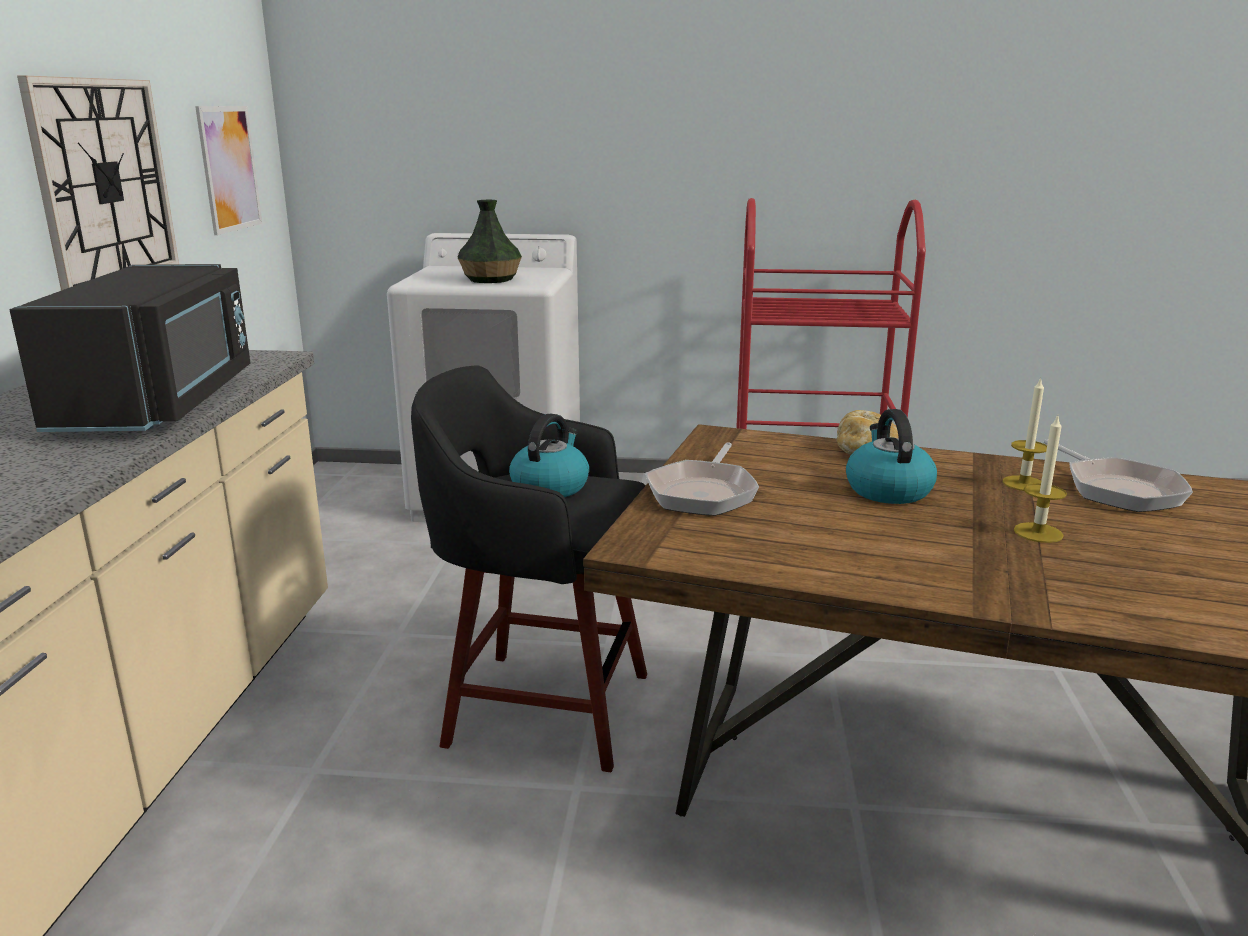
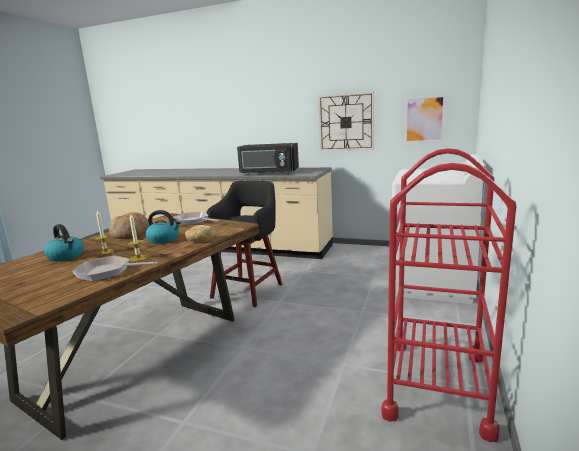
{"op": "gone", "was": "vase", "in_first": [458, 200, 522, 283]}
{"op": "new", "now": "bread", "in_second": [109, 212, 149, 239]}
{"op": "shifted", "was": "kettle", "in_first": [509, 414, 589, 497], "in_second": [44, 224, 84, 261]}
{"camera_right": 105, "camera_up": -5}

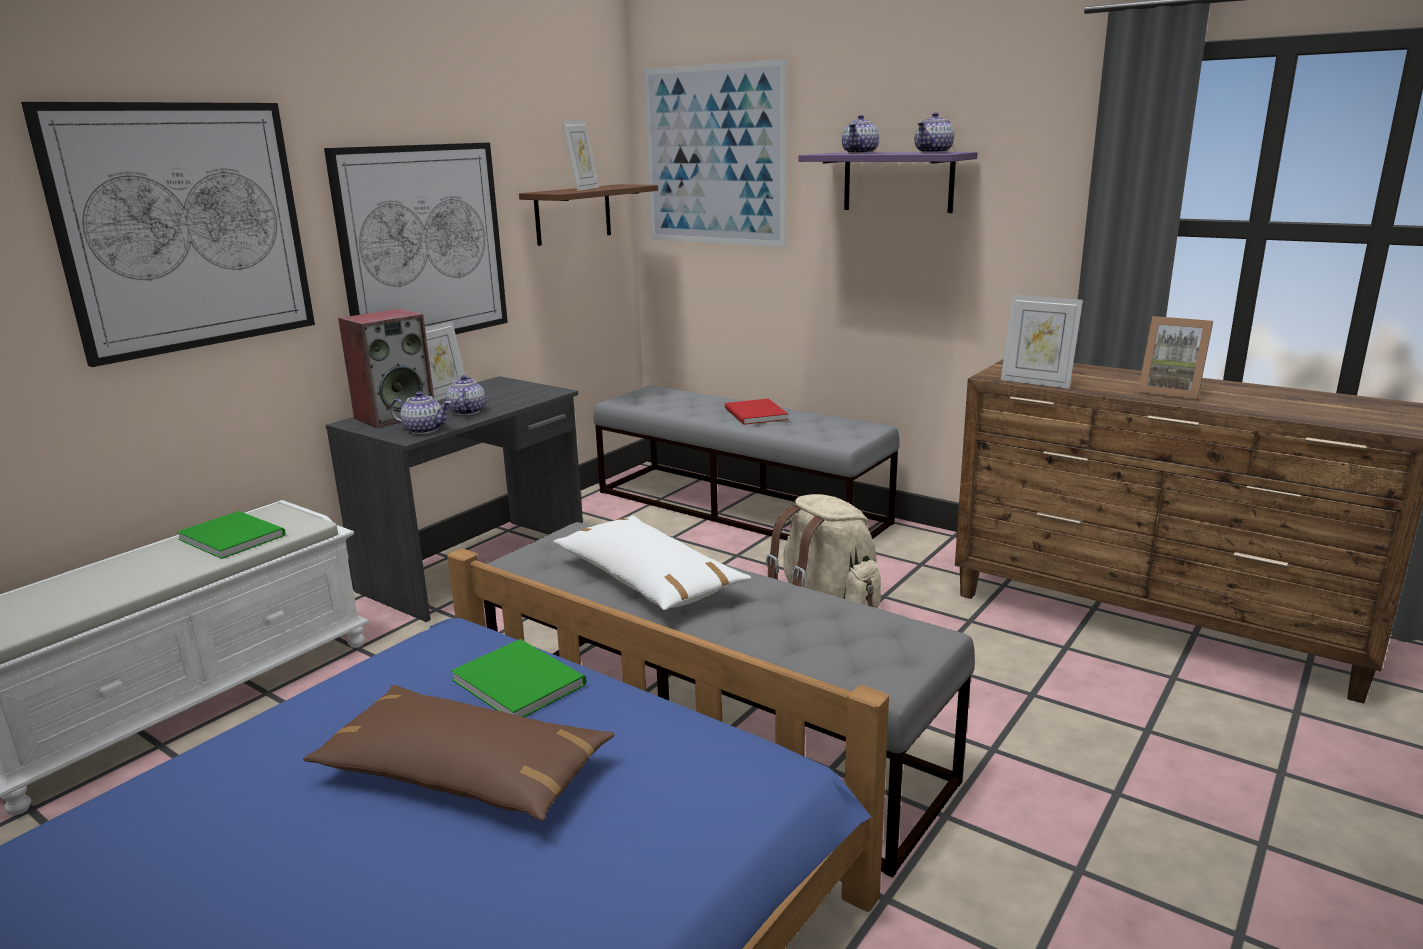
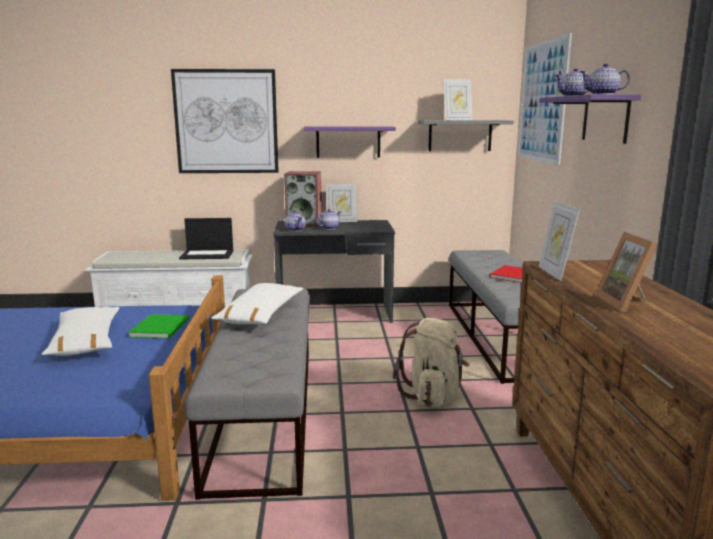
{"op": "swapped", "was": "book (green)", "now": "laptop", "in_first": [177, 511, 286, 559], "in_second": [179, 218, 233, 259]}
{"op": "swapped", "was": "picture", "now": "shelf (purple)", "in_first": [324, 142, 508, 334], "in_second": [304, 126, 396, 158]}
{"op": "repainted", "was": "pillow (brown)", "now": "pillow (white)", "in_first": [303, 685, 615, 820], "in_second": [42, 307, 119, 356]}
{"op": "repainted", "was": "shelf (brown)", "now": "shelf (grey)", "in_first": [519, 184, 658, 246], "in_second": [418, 120, 513, 151]}
{"camera_right": 50, "camera_up": -5}

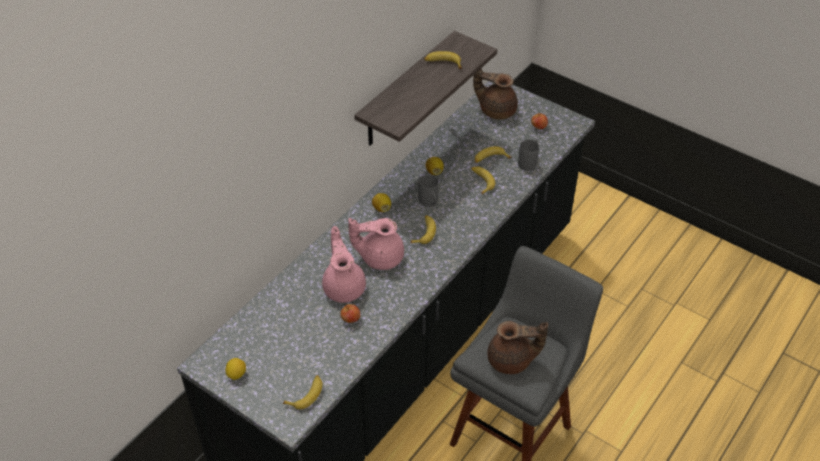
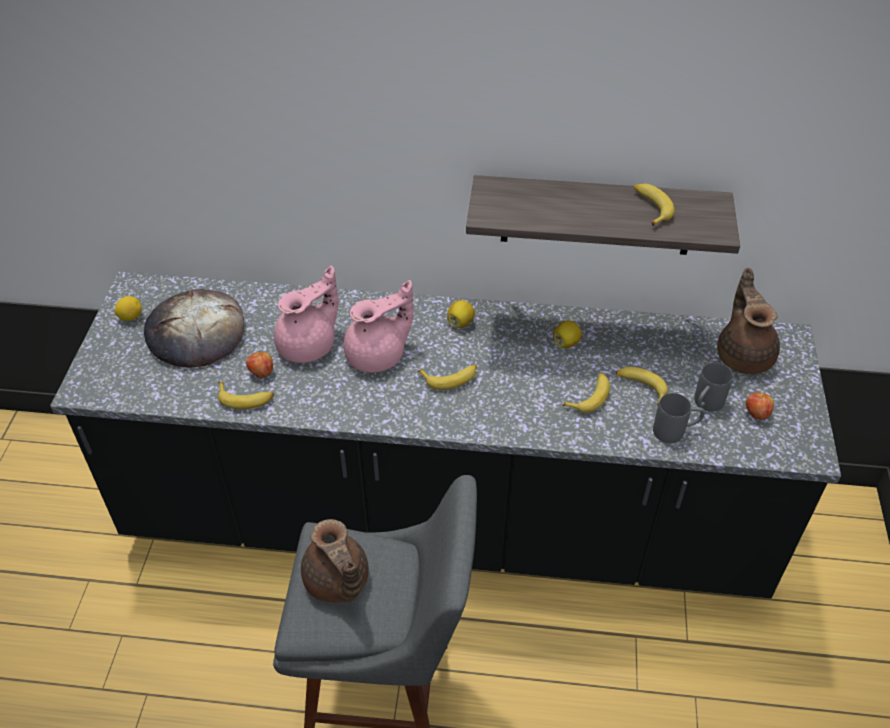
{"op": "new", "now": "bread", "in_second": [144, 289, 244, 368]}
{"op": "shifted", "was": "banana", "in_first": [283, 375, 322, 410], "in_second": [218, 382, 274, 409]}
{"op": "shifted", "was": "mug (grey)", "in_first": [418, 175, 439, 207], "in_second": [694, 362, 733, 412]}
{"op": "rotated", "was": "teapot (pink)", "in_first": [348, 218, 404, 270], "in_second": [343, 280, 414, 373], "clockwise": 90}
{"camera_right": 60, "camera_up": 0}

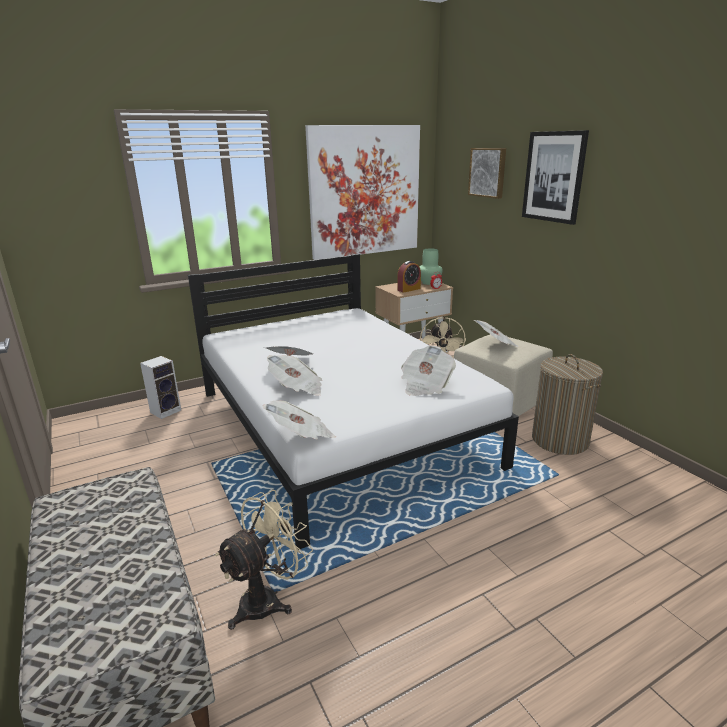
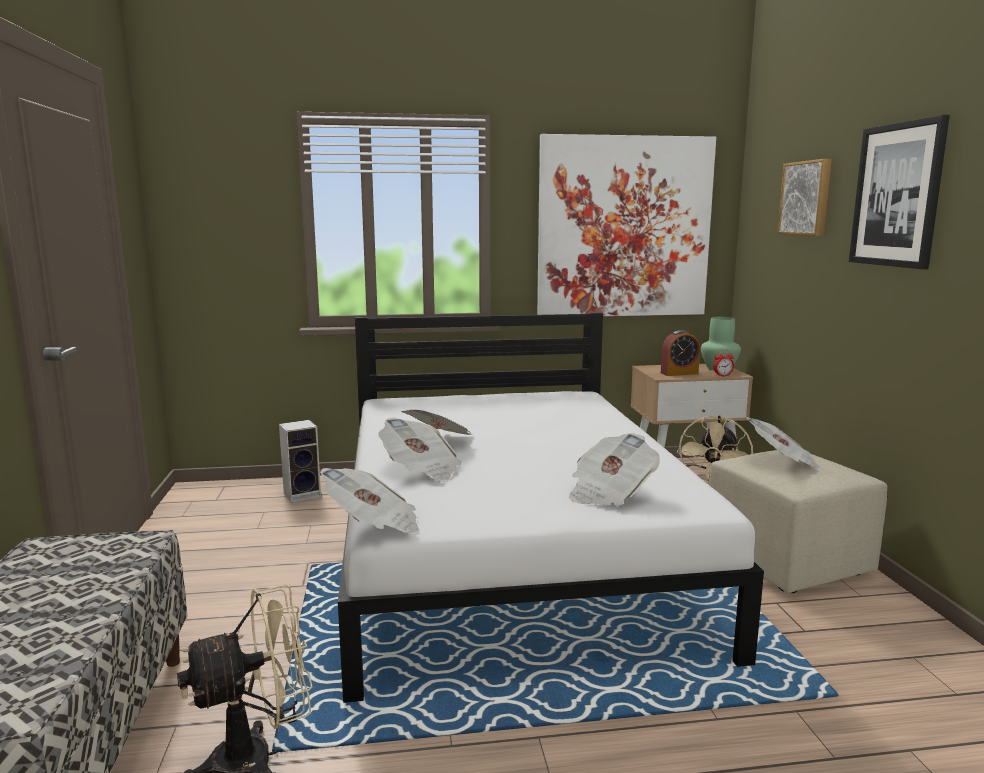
{"op": "gone", "was": "laundry basket", "in_first": [532, 354, 603, 455]}
{"camera_right": 20, "camera_up": -10}

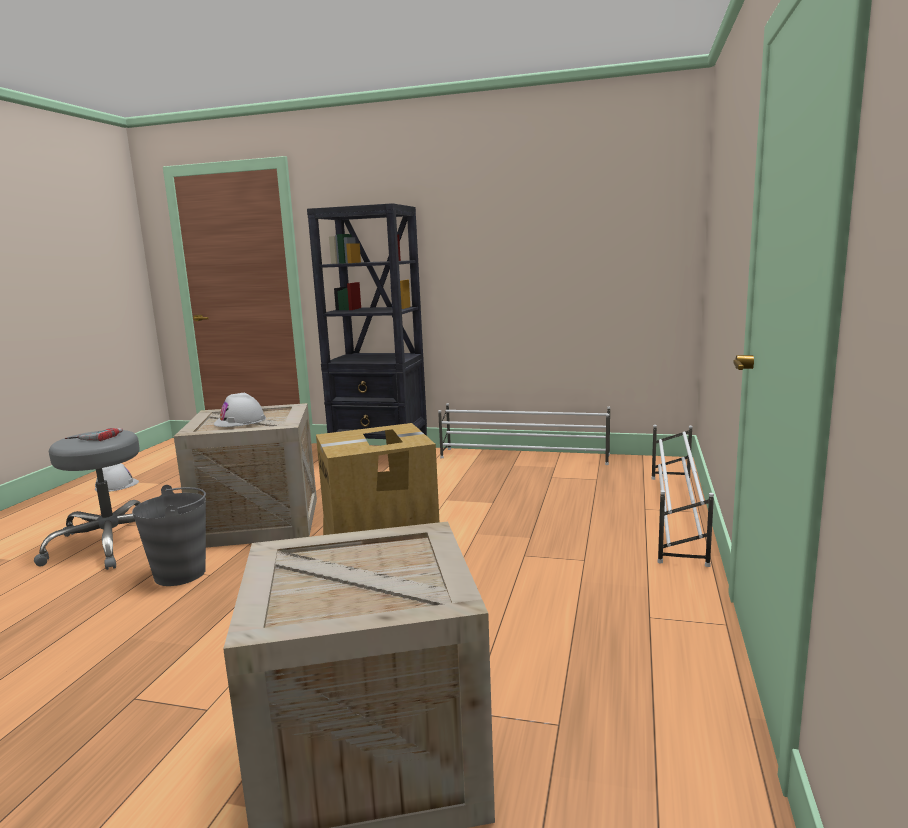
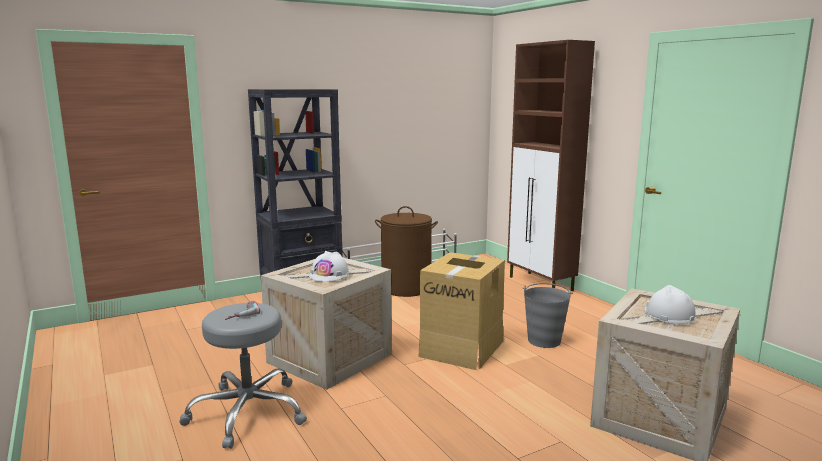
{"op": "new", "now": "laundry basket (brown)", "in_second": [375, 206, 438, 297]}
{"op": "shifted", "was": "hard hat (white)", "in_first": [95, 463, 139, 492], "in_second": [644, 285, 696, 324]}
{"op": "shifted", "was": "bucket (grey)", "in_first": [132, 485, 206, 586], "in_second": [522, 283, 573, 348]}
{"op": "swapped", "was": "shoe rack (white)", "now": "cabinet (brown)", "in_first": [651, 425, 714, 567], "in_second": [507, 40, 595, 291]}
{"camera_right": -45, "camera_up": 0}

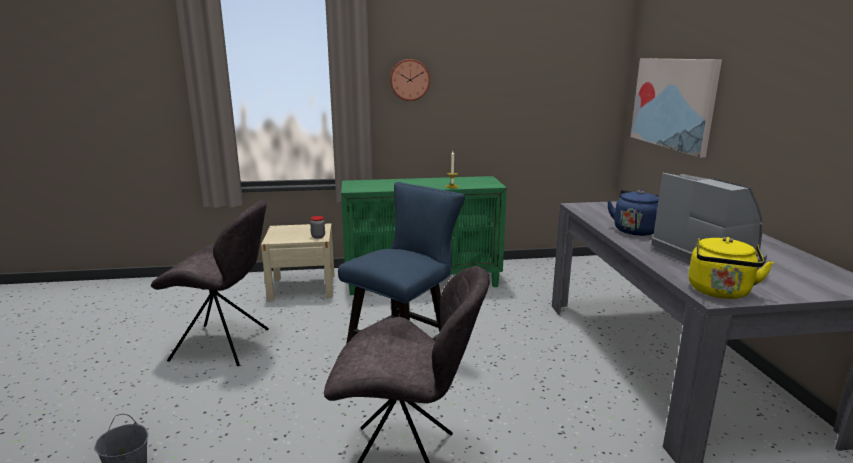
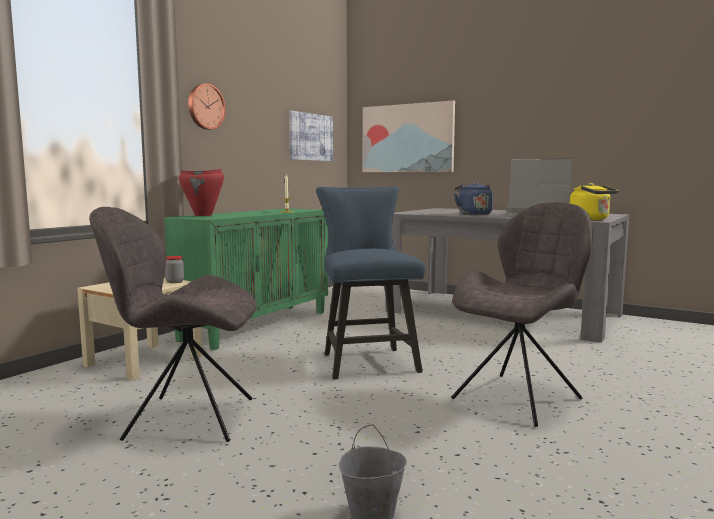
{"op": "new", "now": "cooking pot (red)", "in_second": [179, 169, 224, 216]}
{"op": "new", "now": "picture", "in_second": [289, 111, 333, 161]}
{"op": "rotated", "was": "chair (grey)", "in_first": [151, 200, 269, 366], "in_second": [89, 207, 257, 442], "clockwise": -135}
{"camera_right": -50, "camera_up": -10}

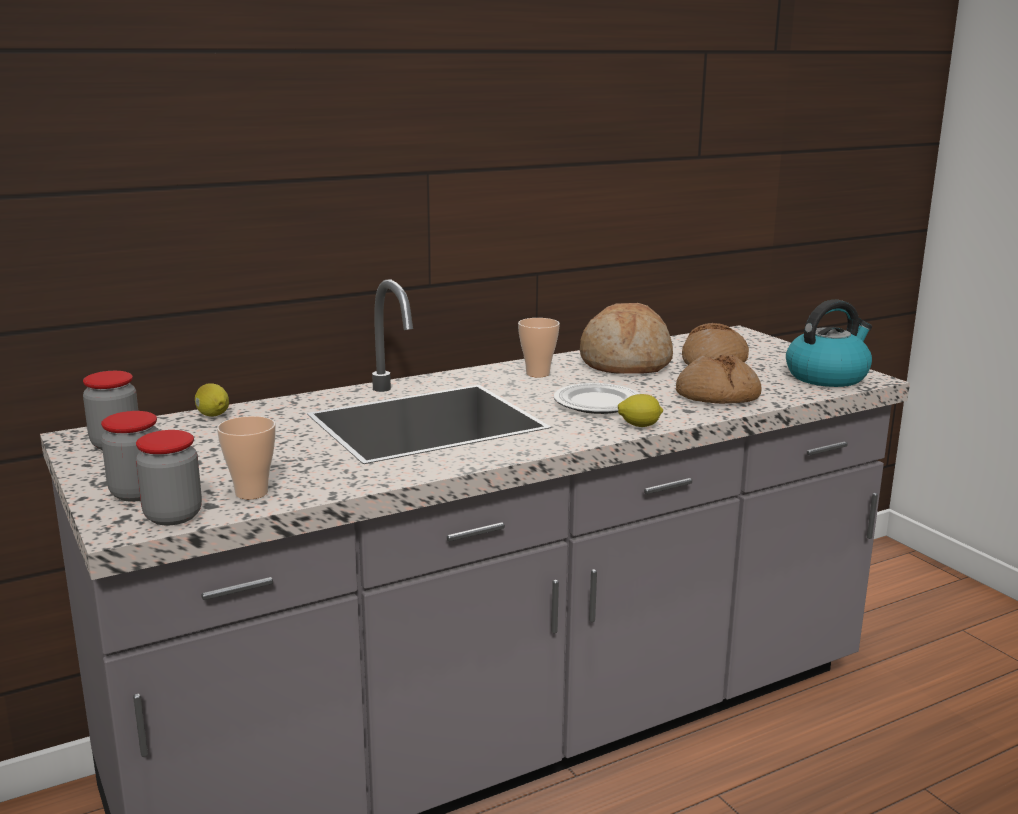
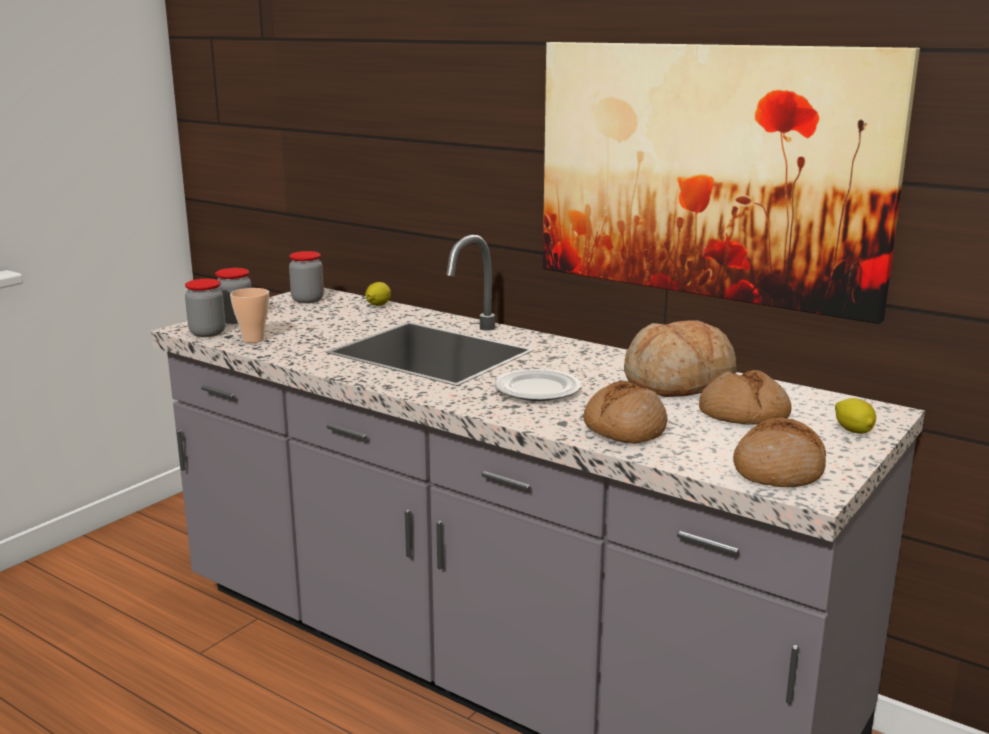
{"op": "gone", "was": "cup", "in_first": [518, 318, 560, 377]}
{"op": "new", "now": "picture", "in_second": [543, 42, 920, 324]}
{"op": "shifted", "was": "lemon", "in_first": [618, 394, 663, 427], "in_second": [835, 398, 876, 434]}
{"op": "swapped", "was": "kettle", "now": "bread", "in_first": [786, 300, 872, 387], "in_second": [733, 418, 826, 488]}
{"camera_right": 65, "camera_up": 0}

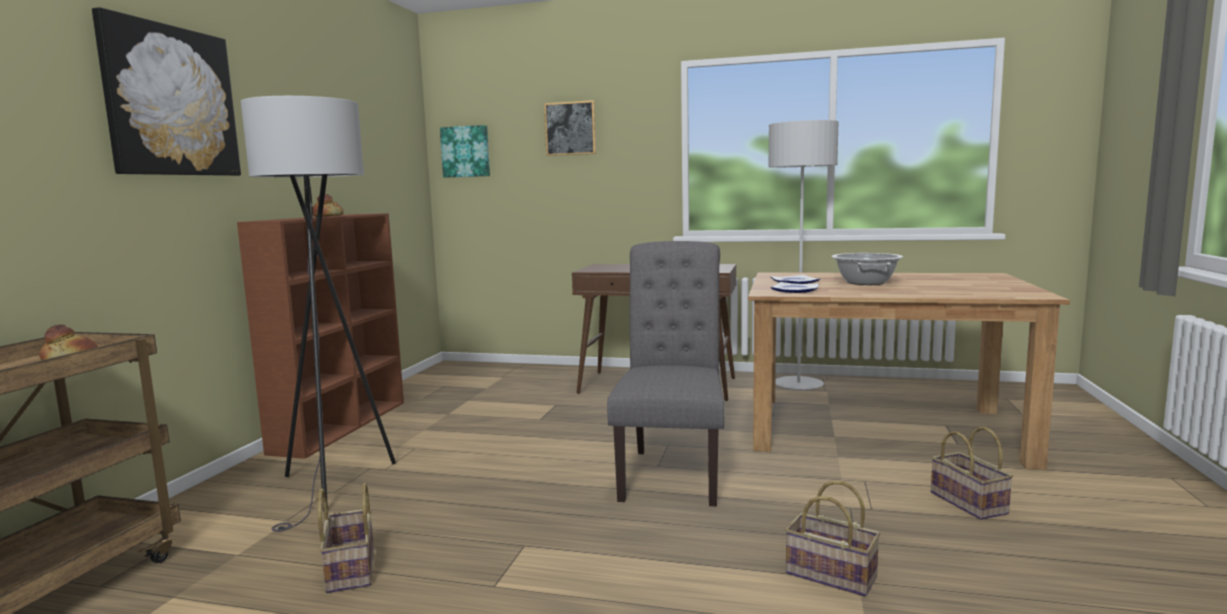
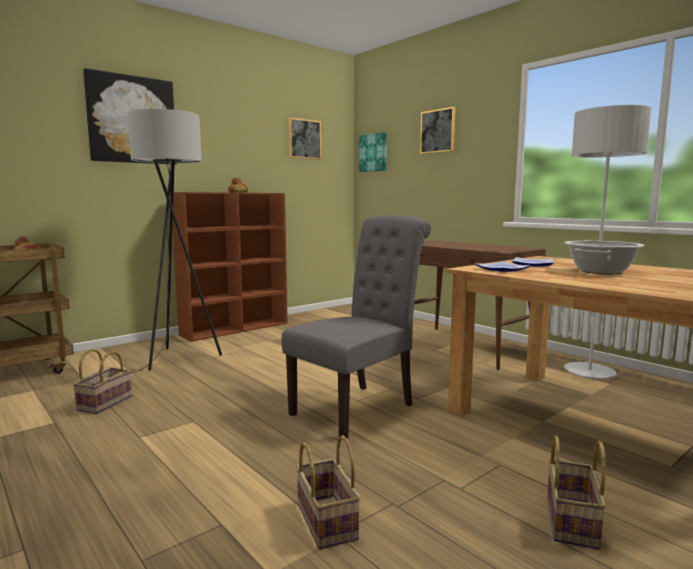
{"op": "new", "now": "picture", "in_second": [289, 118, 321, 160]}
{"camera_right": 35, "camera_up": 0}

